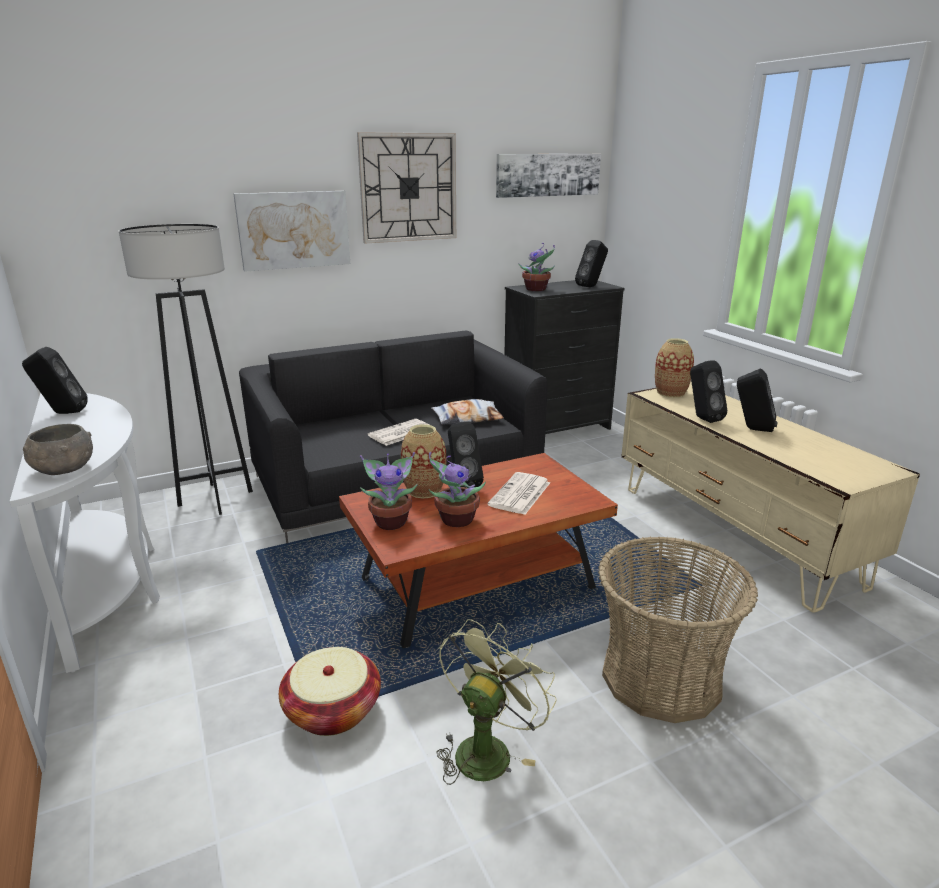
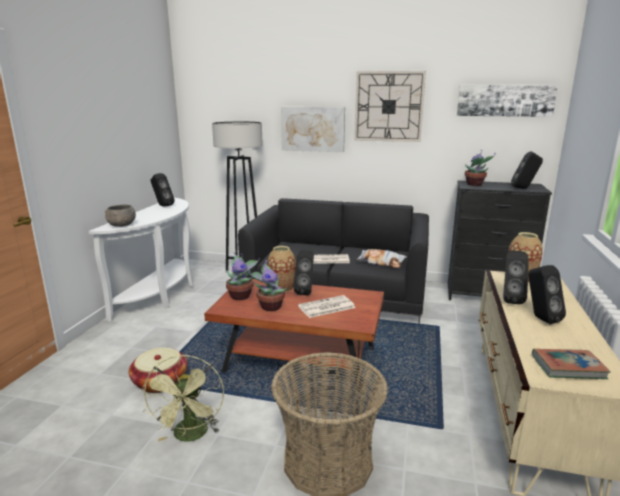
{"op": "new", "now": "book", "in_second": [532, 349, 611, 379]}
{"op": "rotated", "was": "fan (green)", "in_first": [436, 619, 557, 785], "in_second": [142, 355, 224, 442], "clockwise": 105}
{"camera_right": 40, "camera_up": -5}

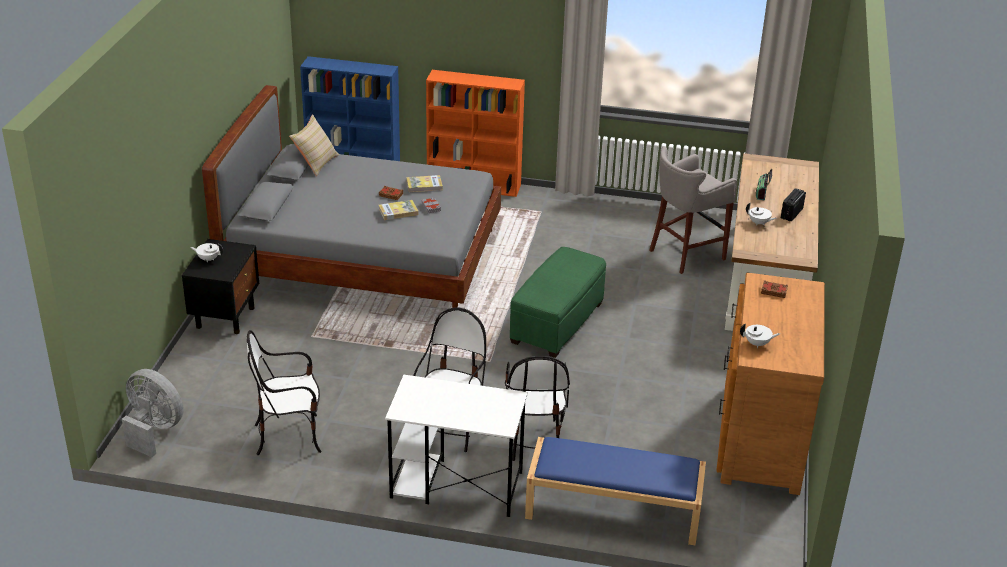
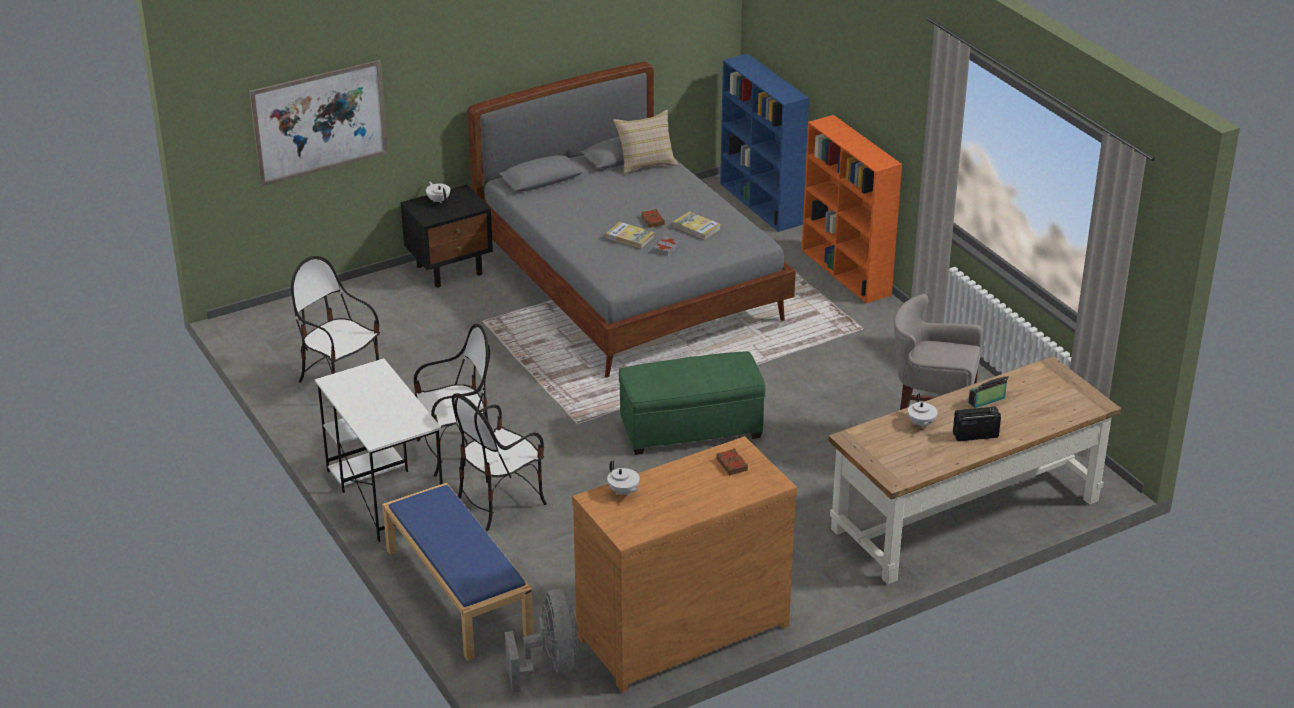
{"op": "new", "now": "picture", "in_second": [249, 60, 388, 186]}
{"op": "shifted", "was": "fan (grey)", "in_first": [122, 369, 184, 457], "in_second": [505, 589, 578, 693]}
{"camera_right": 50, "camera_up": 0}

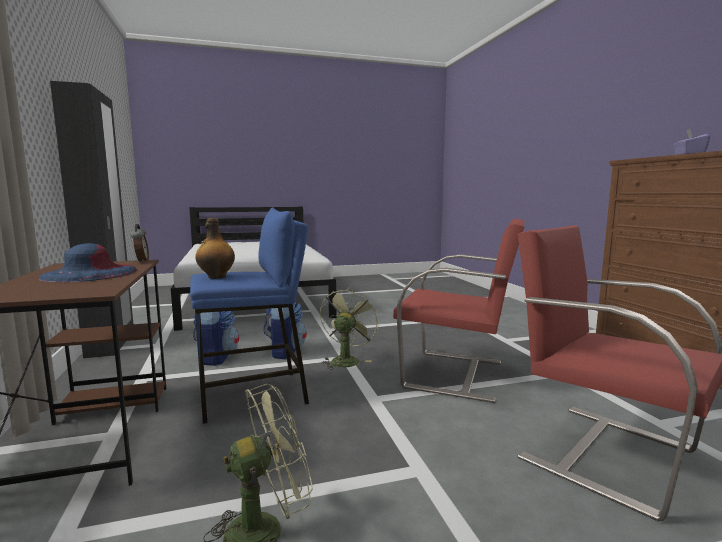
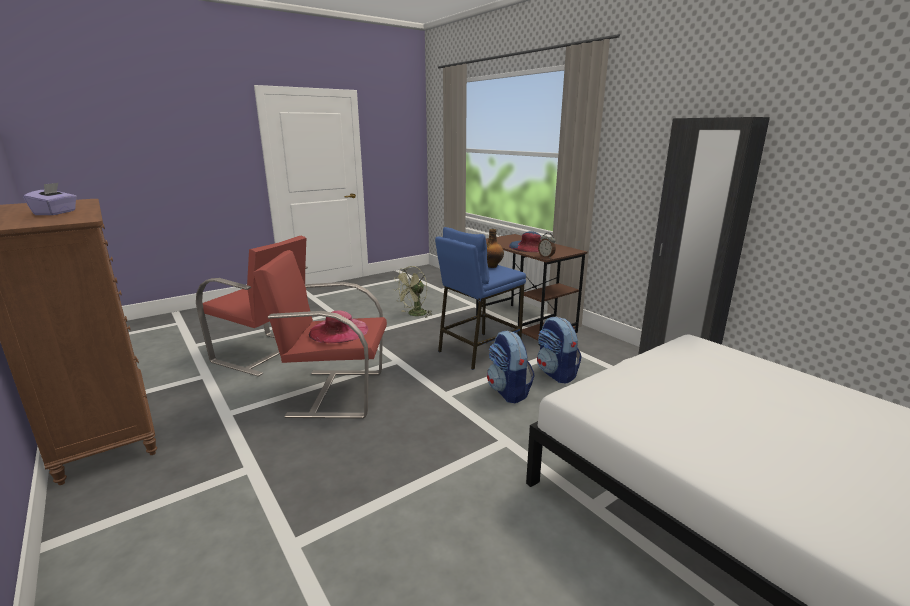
{"op": "gone", "was": "fan (green)", "in_first": [320, 287, 379, 370]}
{"op": "new", "now": "hat (pink)", "in_second": [309, 310, 368, 343]}
{"camera_right": 160, "camera_up": 10}

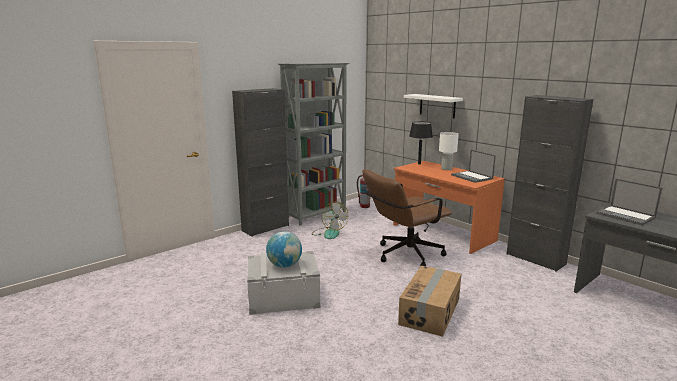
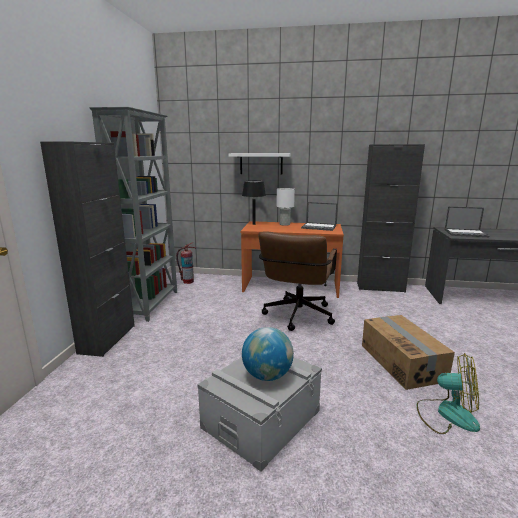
{"op": "shifted", "was": "fan", "in_first": [312, 201, 348, 239], "in_second": [417, 353, 480, 434]}
{"camera_right": -40, "camera_up": 0}

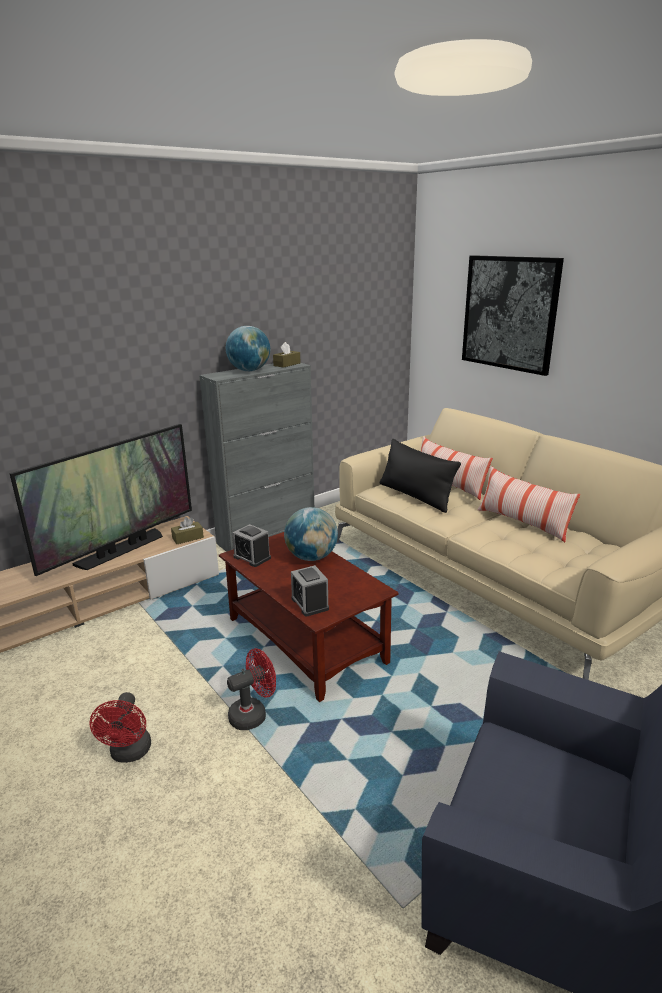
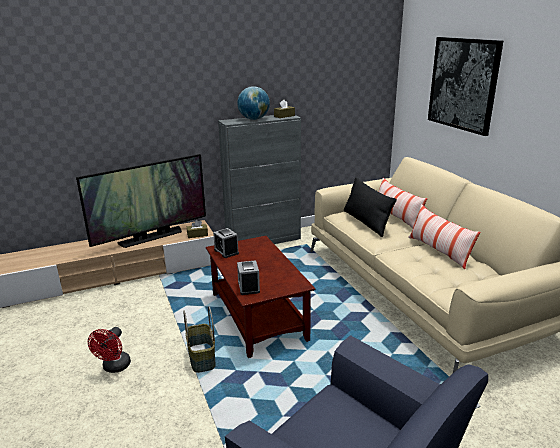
{"op": "gone", "was": "globe", "in_first": [284, 507, 338, 561]}
{"op": "swapped", "was": "fan (red)", "now": "basket", "in_first": [227, 648, 276, 730], "in_second": [183, 306, 216, 373]}
{"camera_right": 15, "camera_up": 0}

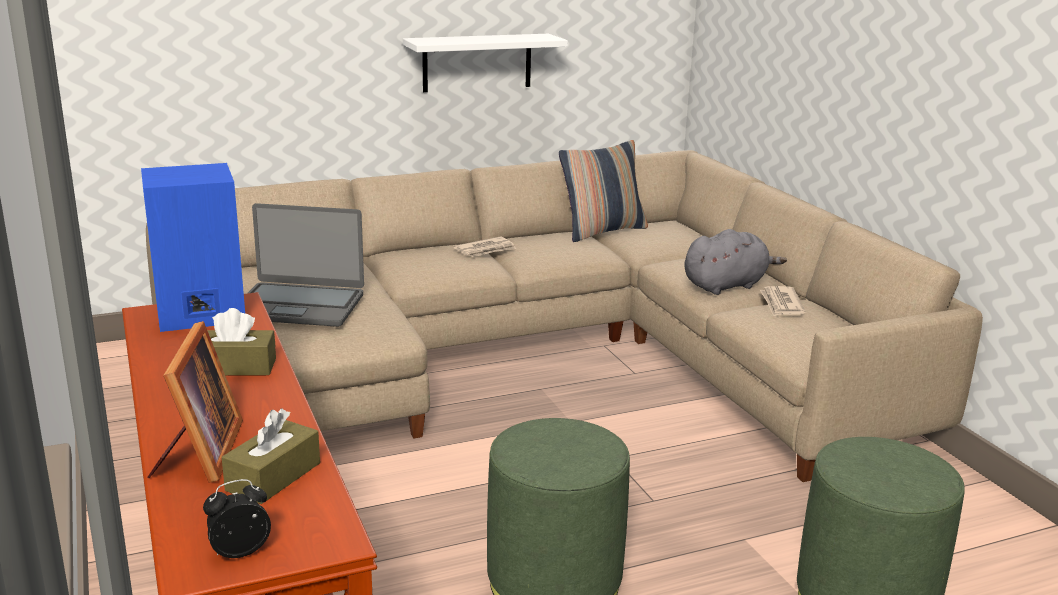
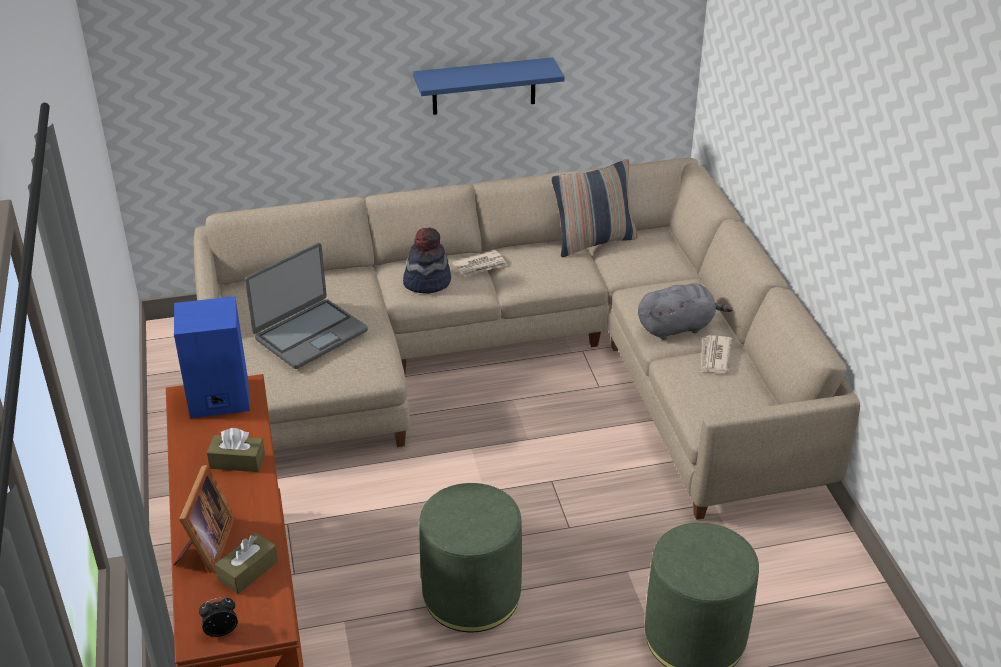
{"op": "new", "now": "hat", "in_second": [403, 227, 451, 294]}
{"op": "repainted", "was": "shelf (white)", "now": "shelf (blue)", "in_first": [403, 34, 568, 92], "in_second": [413, 57, 565, 115]}
{"op": "rotated", "was": "laptop", "in_first": [248, 203, 364, 327], "in_second": [245, 243, 368, 369], "clockwise": -60}
{"camera_right": 10, "camera_up": 15}

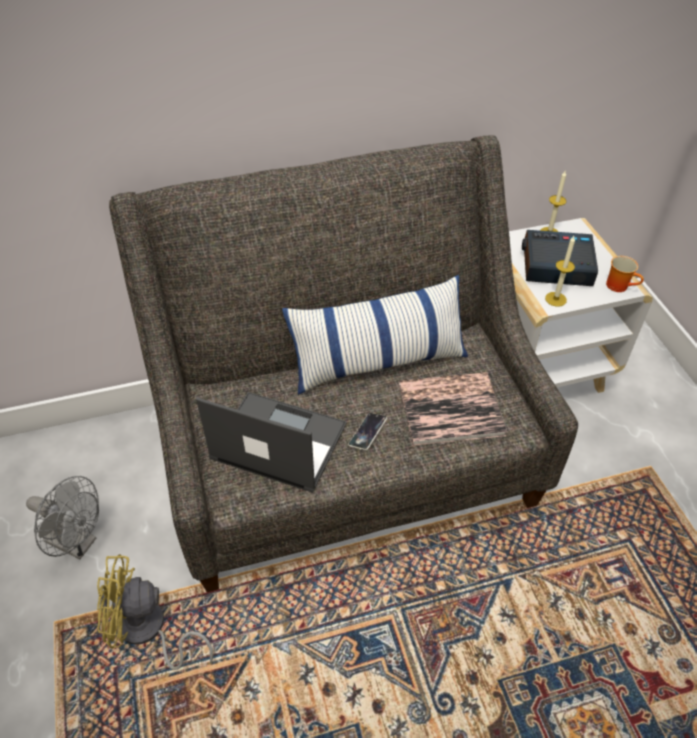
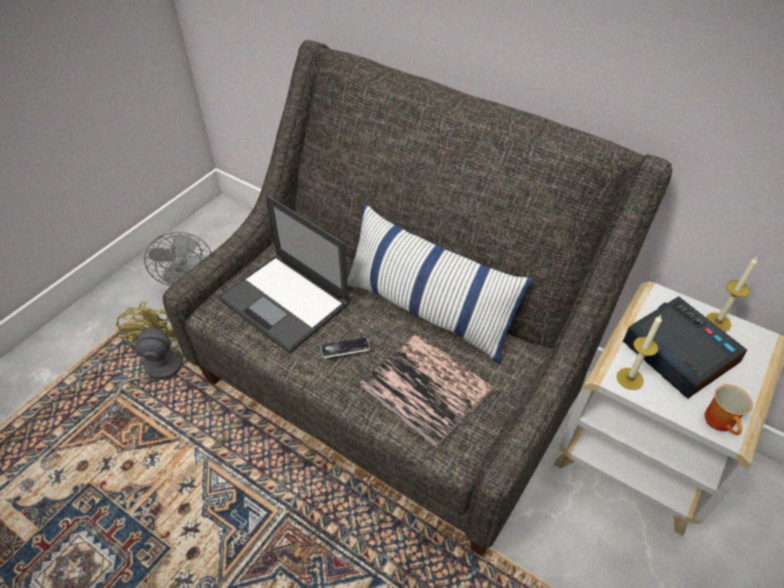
{"op": "rotated", "was": "fan (yellow)", "in_first": [97, 554, 213, 670], "in_second": [108, 301, 183, 416], "clockwise": 45}
{"op": "rotated", "was": "laptop", "in_first": [196, 392, 347, 493], "in_second": [218, 195, 350, 354], "clockwise": 150}
{"camera_right": 50, "camera_up": 0}

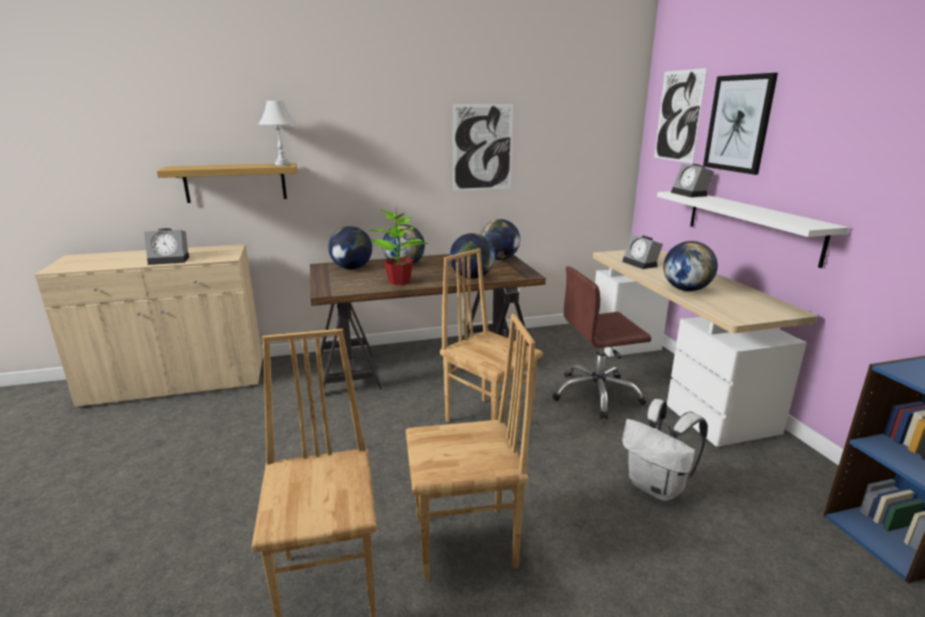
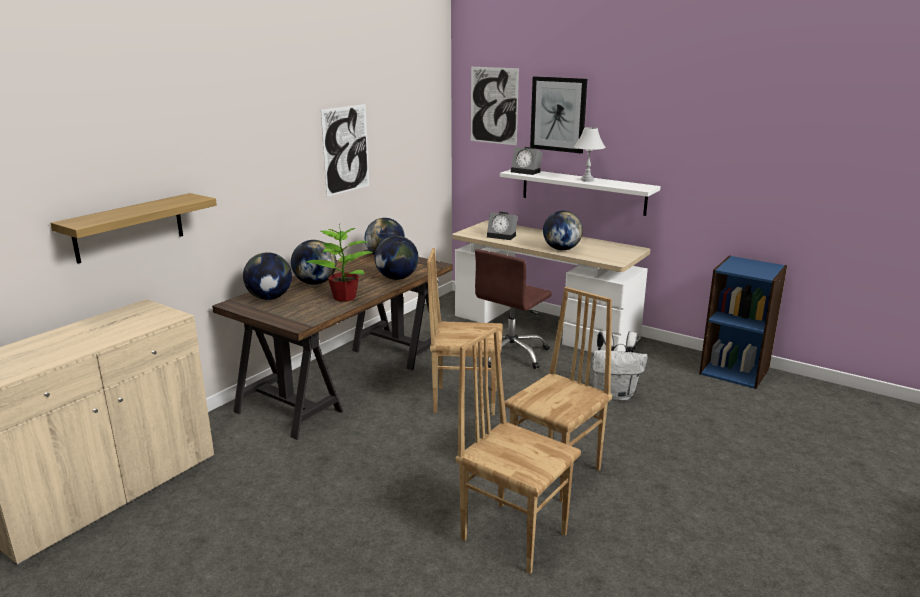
{"op": "gone", "was": "alarm clock", "in_first": [144, 228, 189, 265]}
{"op": "shifted", "was": "table lamp (white)", "in_first": [258, 100, 297, 165], "in_second": [574, 127, 606, 182]}
{"camera_right": -40, "camera_up": 0}

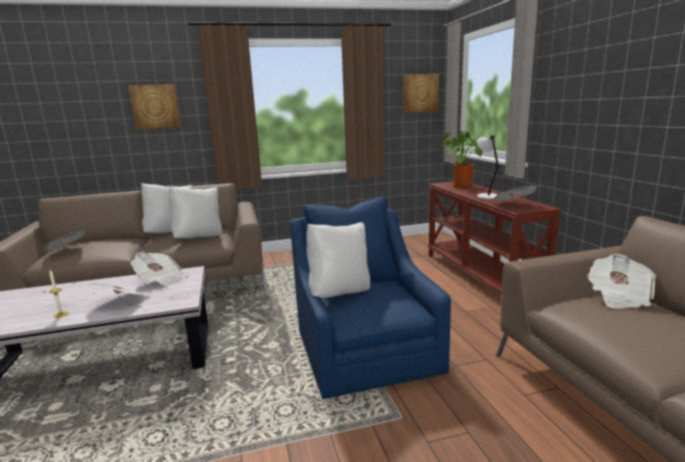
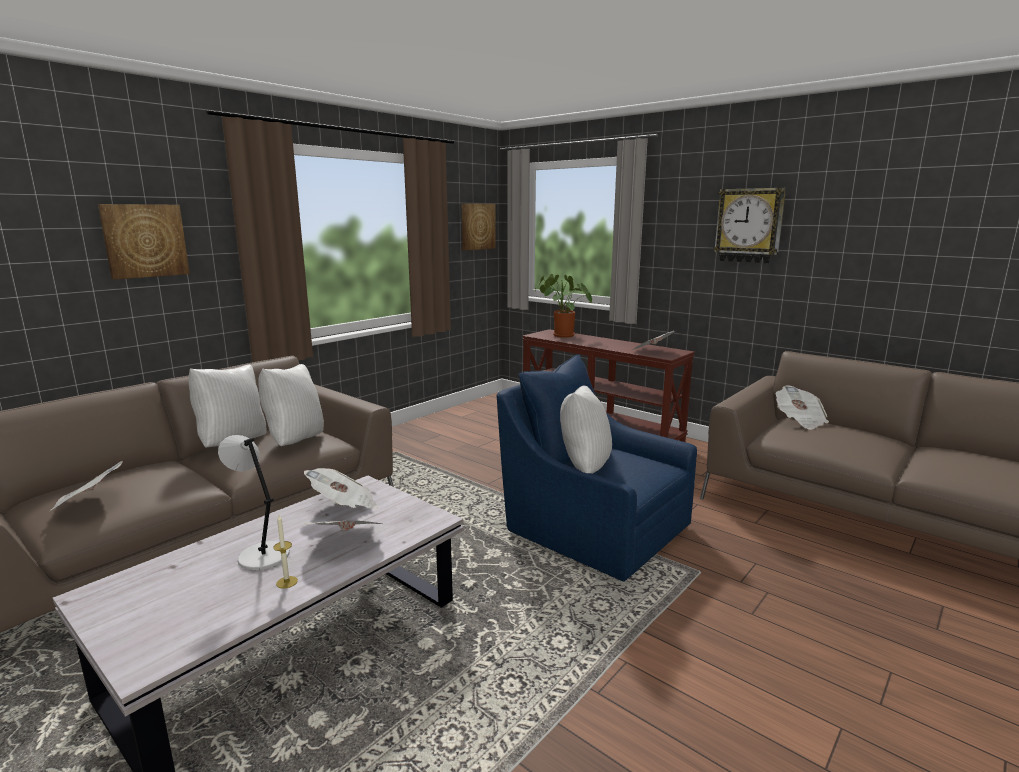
{"op": "new", "now": "wall clock", "in_second": [713, 187, 786, 263]}
{"op": "shifted", "was": "table lamp (grey)", "in_first": [477, 136, 500, 199], "in_second": [218, 435, 290, 571]}
{"camera_right": -35, "camera_up": 0}

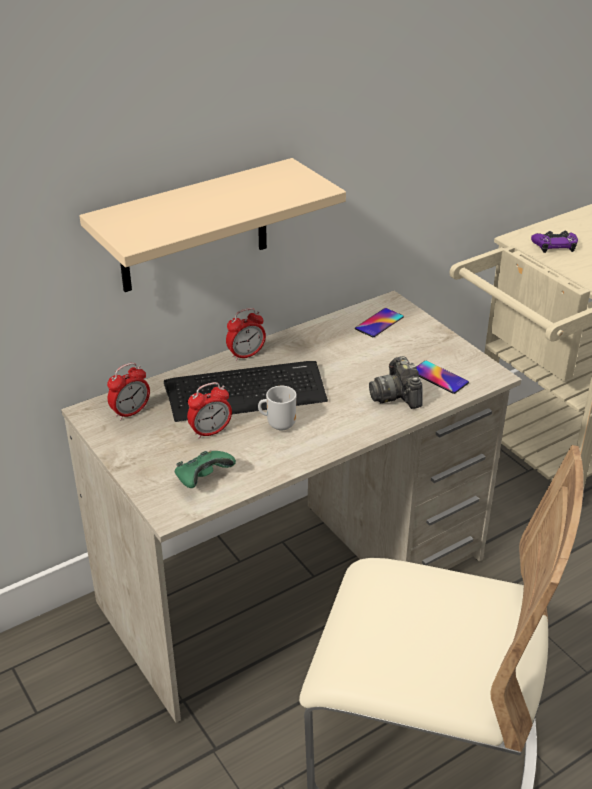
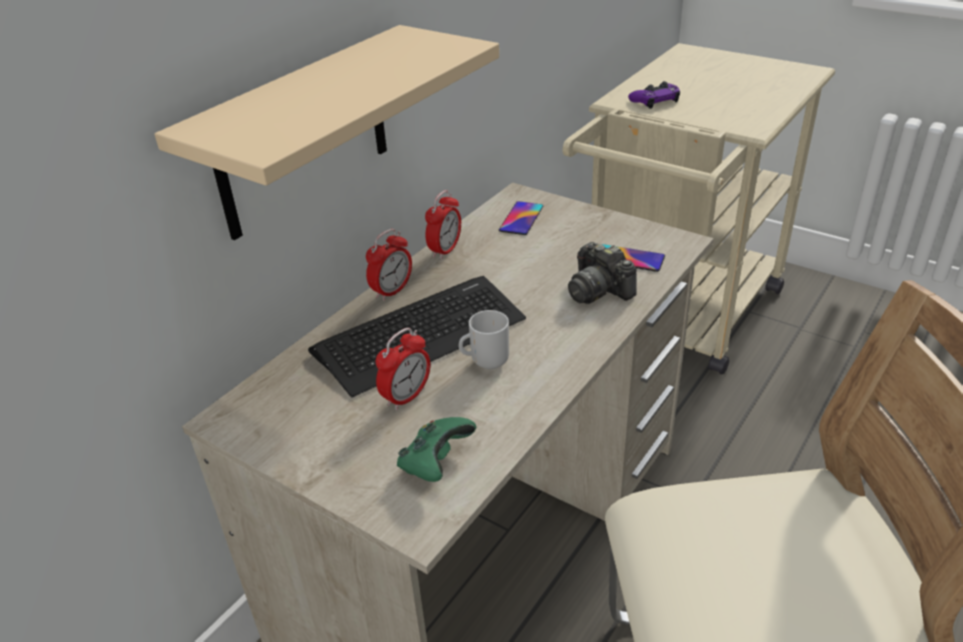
{"op": "shifted", "was": "alarm clock", "in_first": [107, 363, 150, 420], "in_second": [425, 190, 461, 260]}
{"camera_right": -20, "camera_up": 0}

